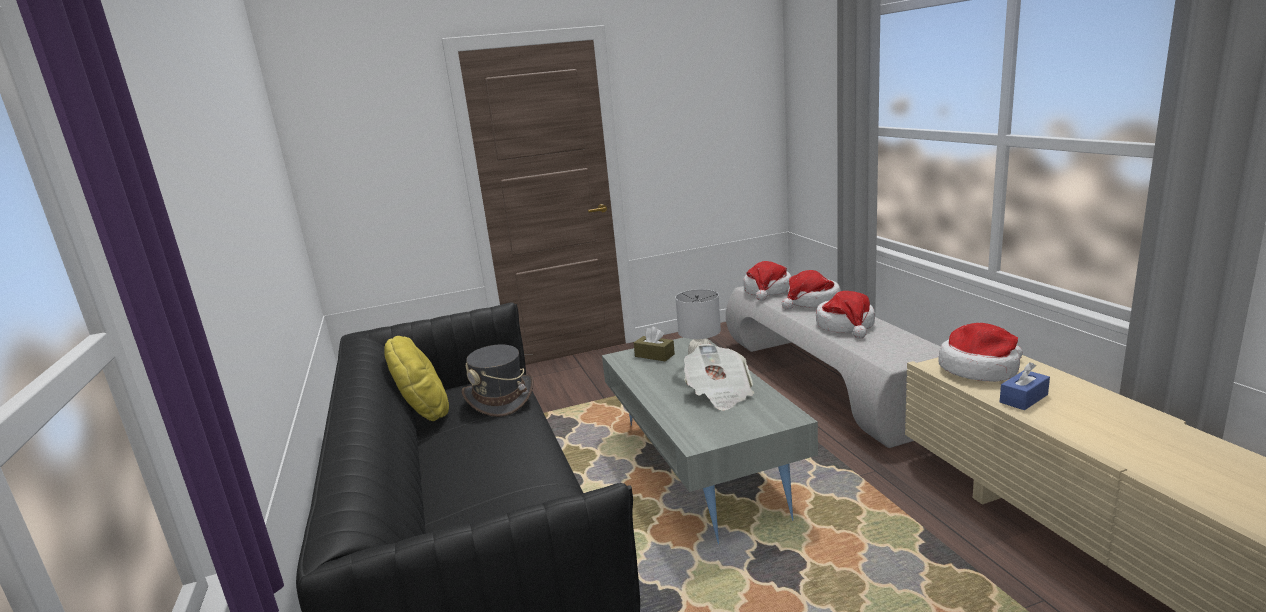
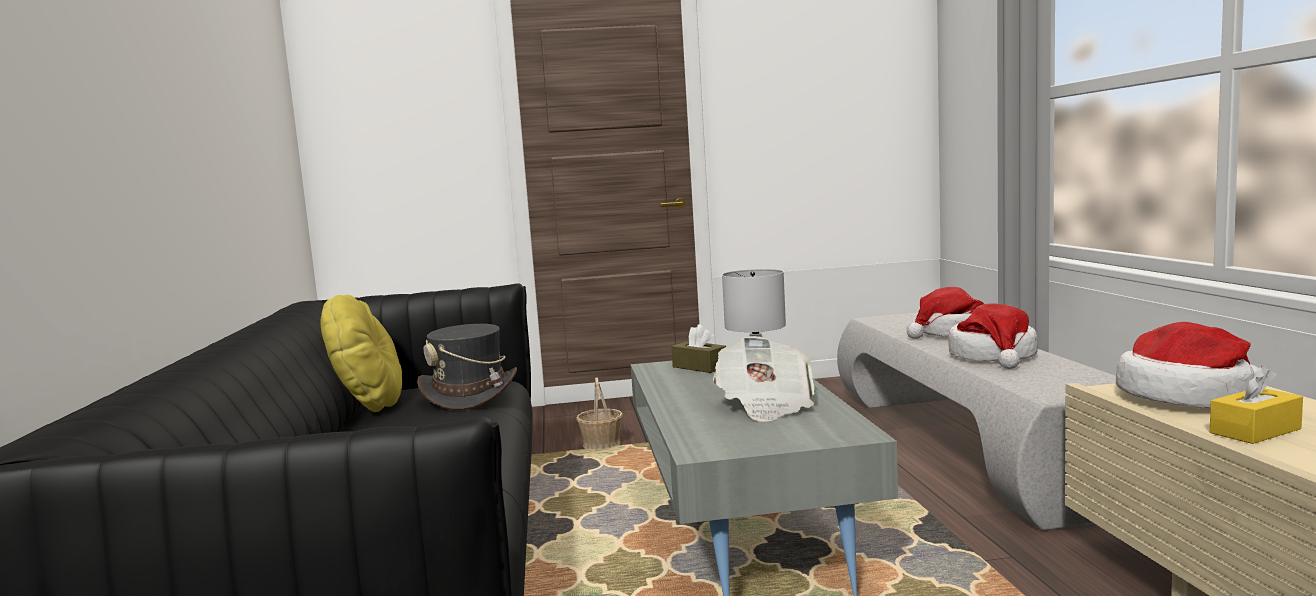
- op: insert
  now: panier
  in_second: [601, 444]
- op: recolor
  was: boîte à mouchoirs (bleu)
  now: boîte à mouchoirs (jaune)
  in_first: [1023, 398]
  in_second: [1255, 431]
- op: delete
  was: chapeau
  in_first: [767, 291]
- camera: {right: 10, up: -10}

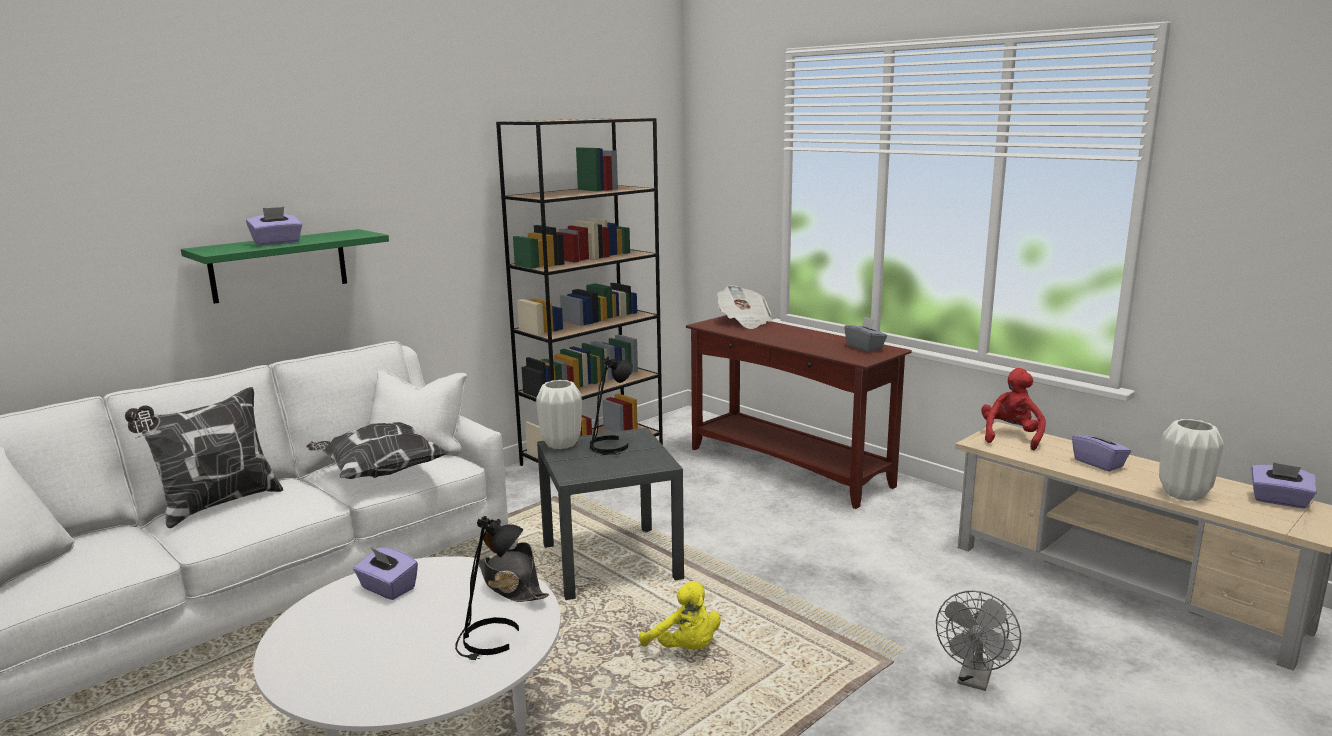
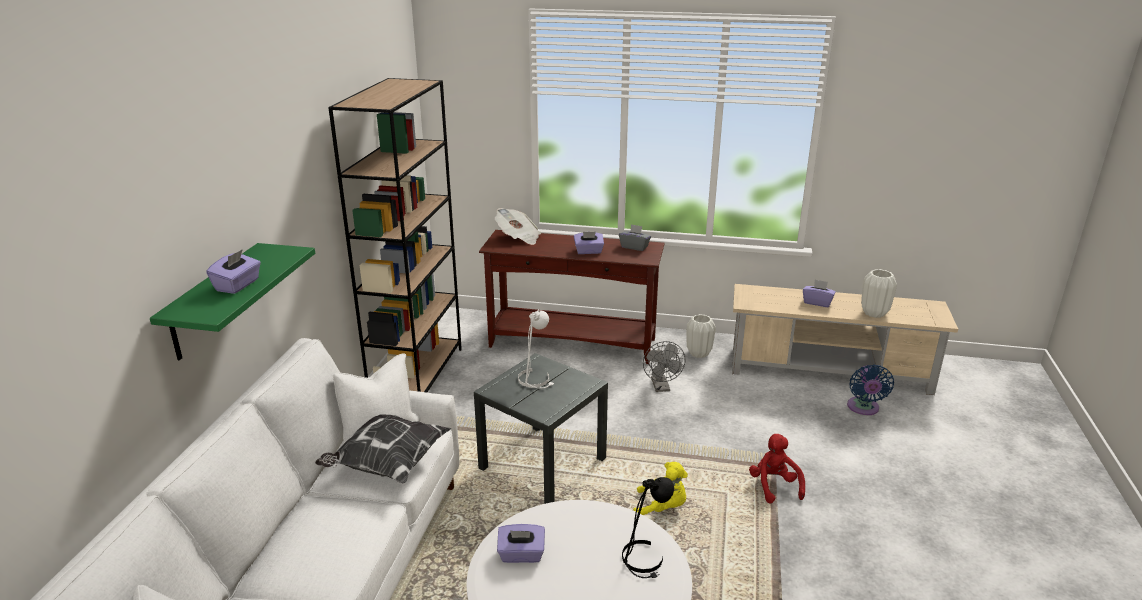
- op: recolor
  was: lampe de table (noir)
  now: lampe de table (blanc)
  in_first: [610, 447]
  in_second: [536, 379]
- op: move
  was: boîte à mouchoirs (violet)
  in_first: [1279, 501]
  in_second: [588, 251]
- op: move
  was: ventilateur (gris)
  in_first: [974, 680]
  in_second: [661, 387]
- op: move
  was: vase (blanc)
  in_first: [562, 444]
  in_second: [699, 353]
- op: move
  was: peluche (rouge)
  in_first: [1011, 437]
  in_second: [774, 486]
- op: insert
  now: ventilateur (bleu)
  in_second: [863, 408]
- op: delete
  was: coussin
  in_first: [217, 505]
- op: delete
  was: chapeau (noir)
  in_first: [511, 585]
- camera: {right: -35, up: 10}

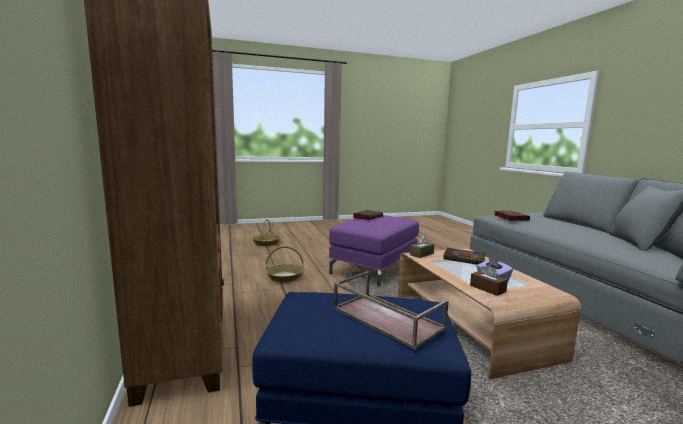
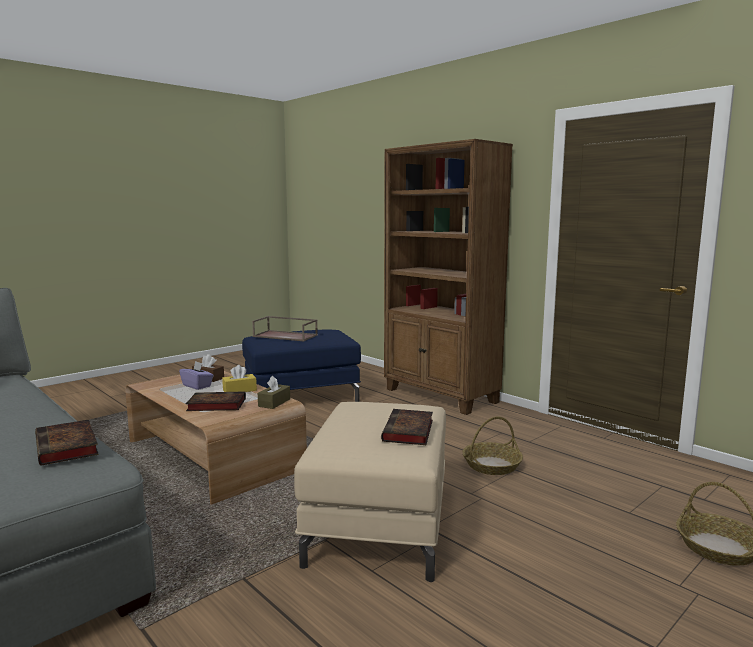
- op: insert
  now: boîte à mouchoirs (jaune)
  in_second: [239, 390]
- op: recolor
  was: pouf (violet)
  now: pouf (beige)
  in_first: [374, 268]
  in_second: [380, 523]
- camera: {right: 155, up: 0}

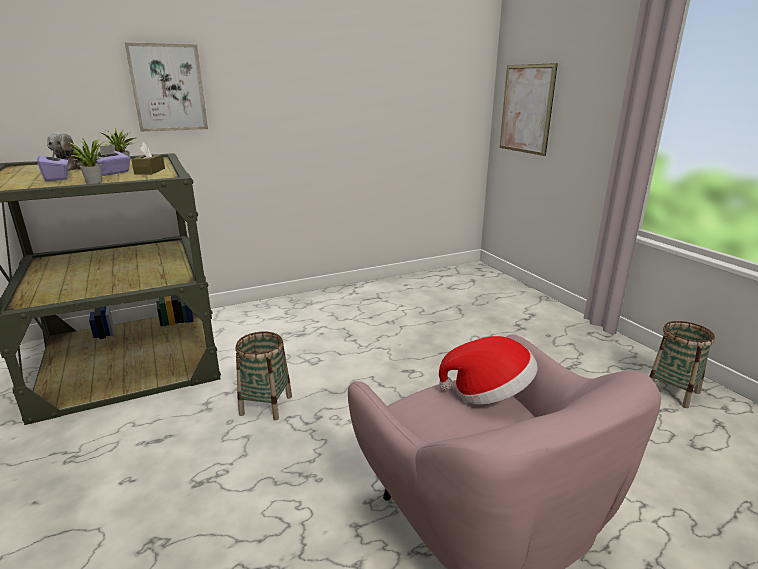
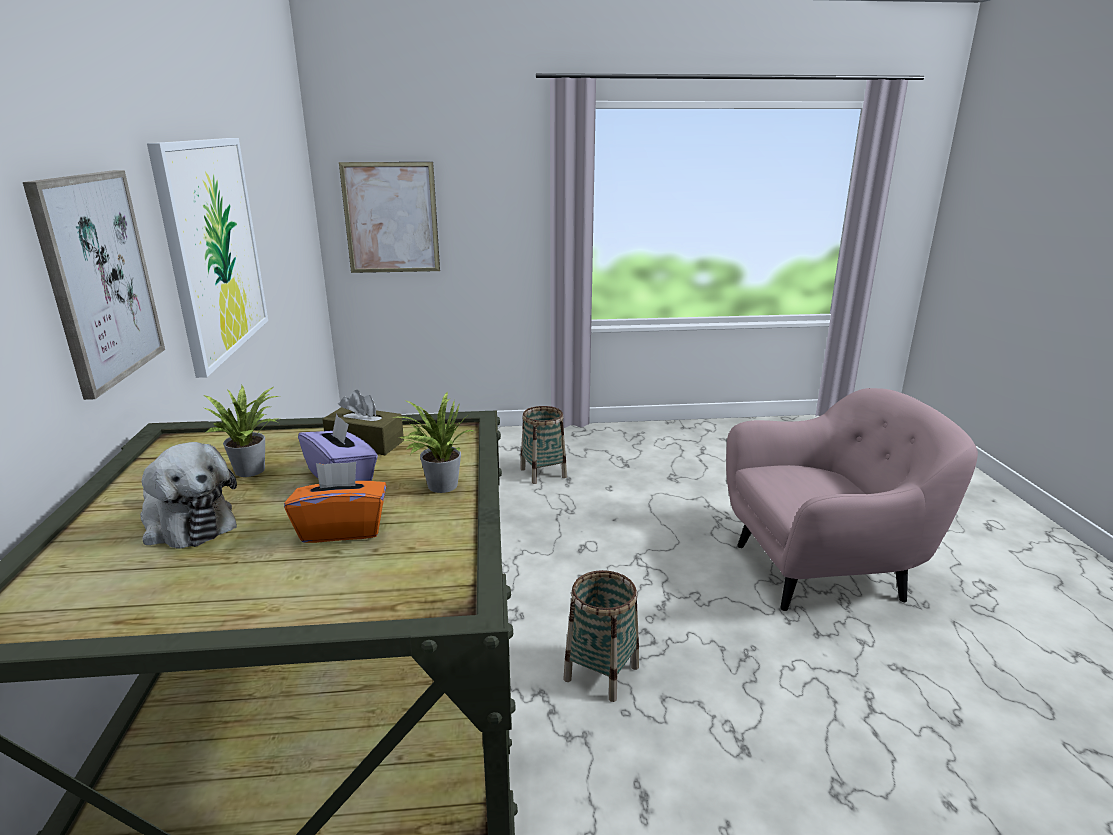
- op: insert
  now: tableau
  in_second: [213, 248]
- op: recolor
  was: boîte à mouchoirs (violet)
  now: boîte à mouchoirs (orange)
  in_first: [57, 178]
  in_second: [342, 529]
- op: move
  was: panier
  in_first: [672, 392]
  in_second: [543, 473]
- op: delete
  was: chapeau
  in_first: [488, 393]
- camera: {right: -70, up: 0}

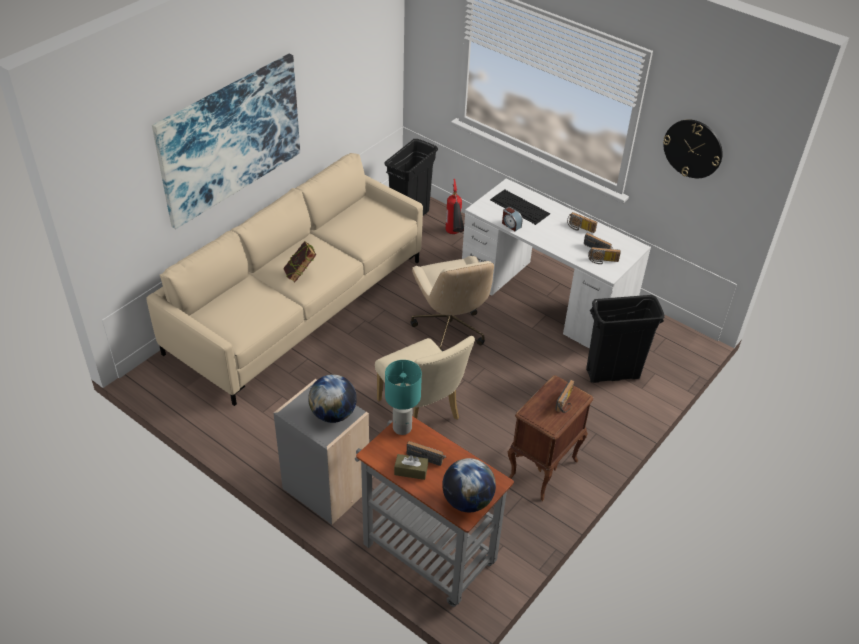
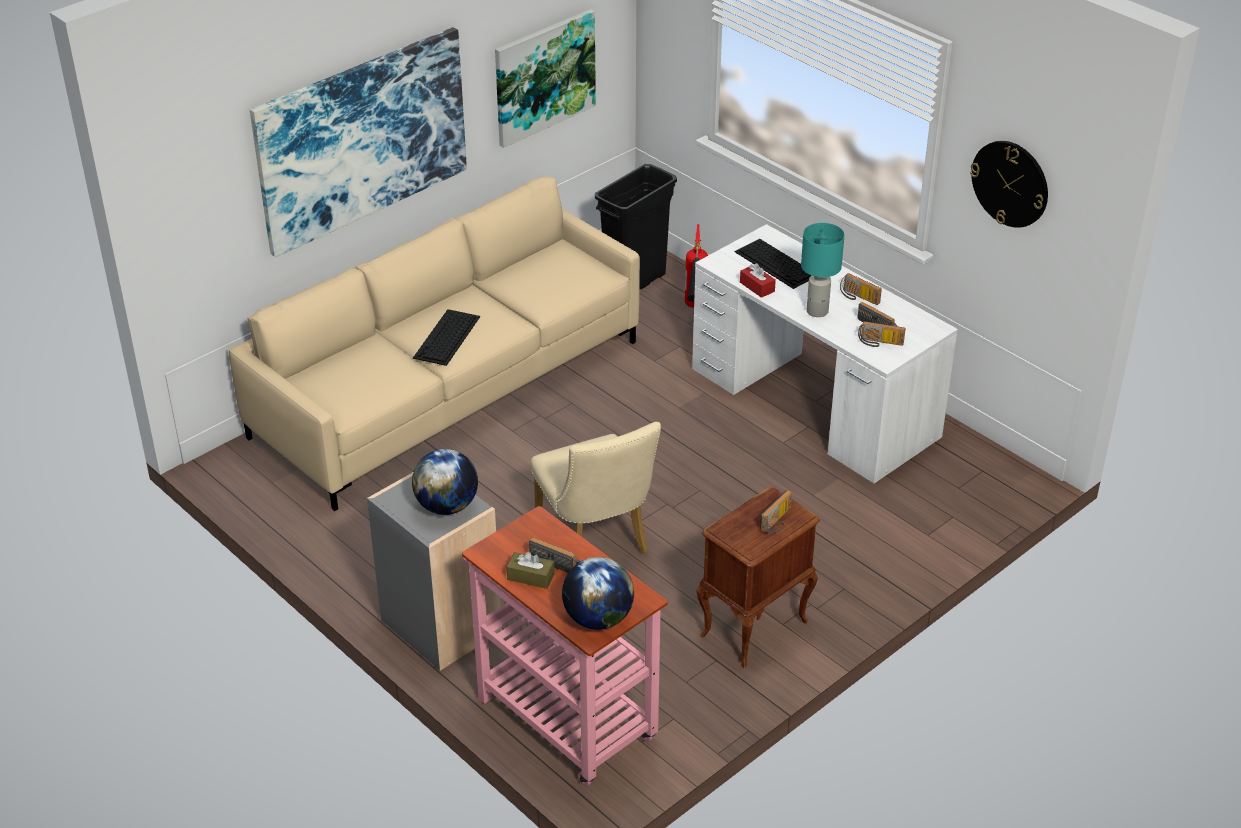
- op: replace
  was: livre
  now: clavier
  in_first: [300, 275]
  in_second: [447, 337]
- op: recolor
  was: chariot (gris)
  now: chariot (rose)
  in_first: [426, 553]
  in_second: [564, 718]
- op: insert
  now: tableau
  in_second: [544, 77]
- op: replace
  was: réveil
  now: boîte à mouchoirs (rouge)
  in_first: [511, 225]
  in_second: [757, 287]
- op: move
  was: lampe de table (turquoise)
  in_first: [402, 427]
  in_second: [817, 311]
- op: delete
  was: chaise de bureau (beige)
  in_first: [449, 332]
- op: delete
  was: poubelle (noir)
  in_first: [612, 374]
- camera: {right: 10, up: -5}

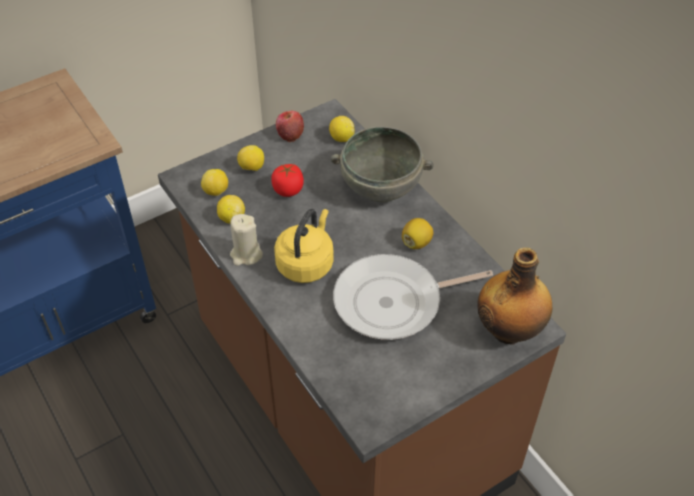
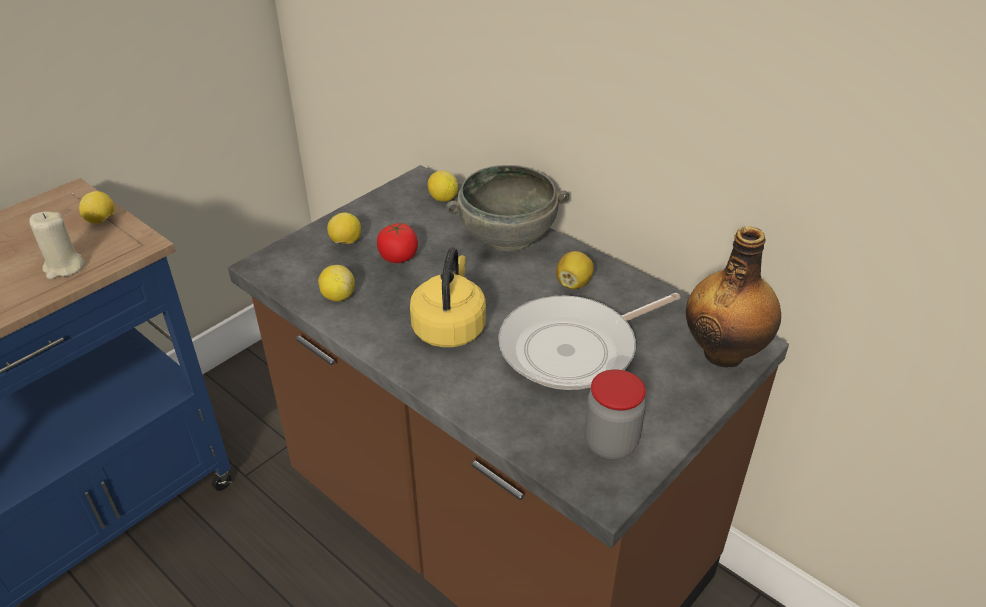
- op: move
  was: bougie (beige)
  in_first: [246, 254]
  in_second: [64, 267]
- op: move
  was: citron
  in_first: [216, 192]
  in_second: [102, 221]
- op: insert
  now: bocal
  in_second: [610, 443]
- op: delete
  was: pomme
  in_first: [290, 134]
- camera: {right: -15, up: -10}

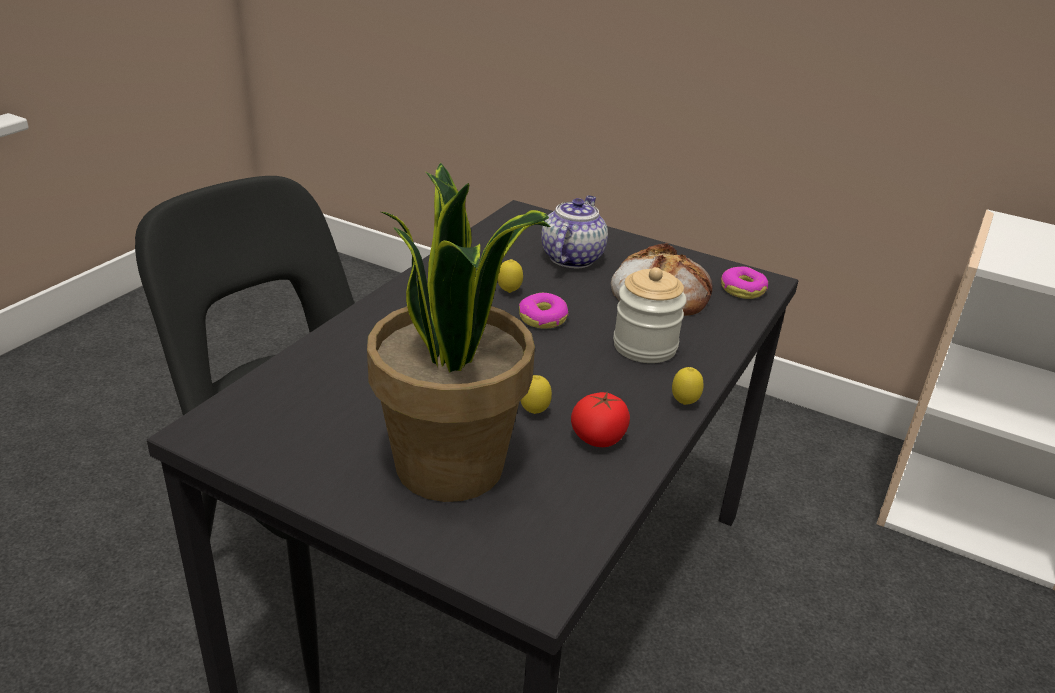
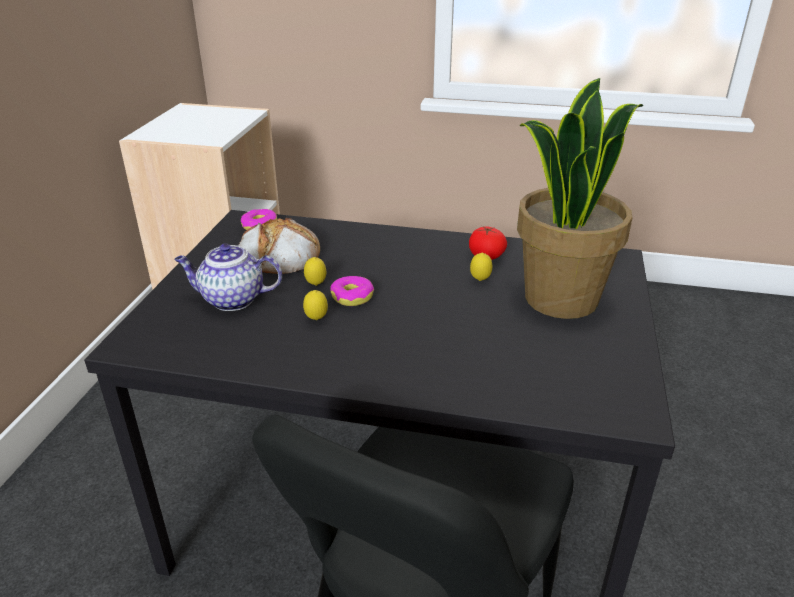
- op: move
  was: citron
  in_first: [684, 404]
  in_second: [316, 285]
- op: delete
  was: bocal
  in_first: [644, 346]
- camera: {right: -105, up: 0}

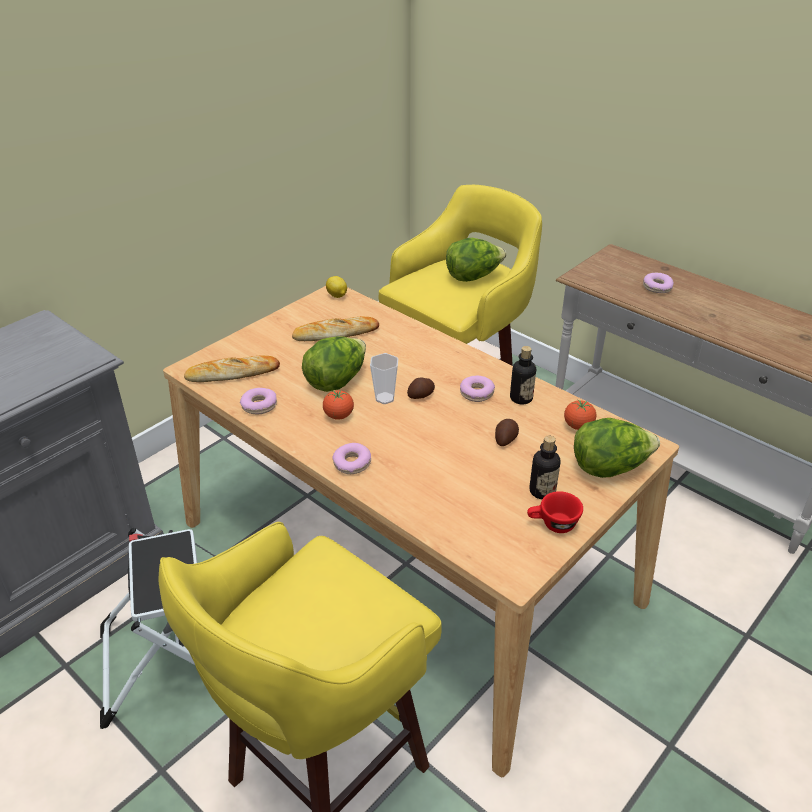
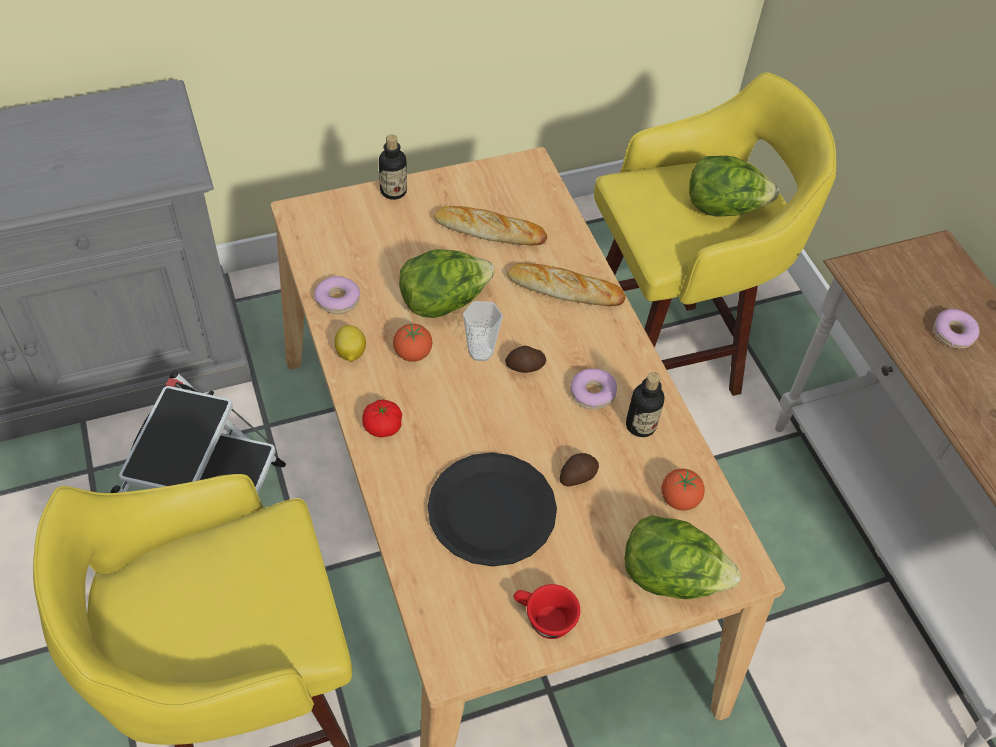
- op: move
  was: citron
  in_first: [337, 296]
  in_second: [350, 353]
- op: replace
  was: beignet
  now: tomate
  in_first: [352, 463]
  in_second: [383, 426]
- op: move
  was: bouteille
  in_first: [542, 491]
  in_second: [393, 191]
- op: insert
  now: assiette (noir)
  in_second: [492, 511]
- op: move
  was: pain
  in_first: [232, 374]
  in_second: [565, 289]
- camera: {right: 25, up: 15}

